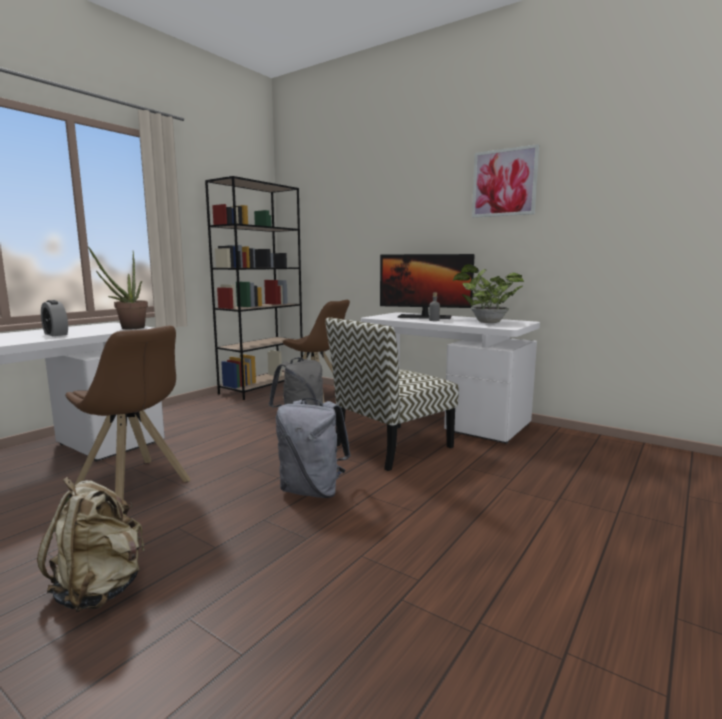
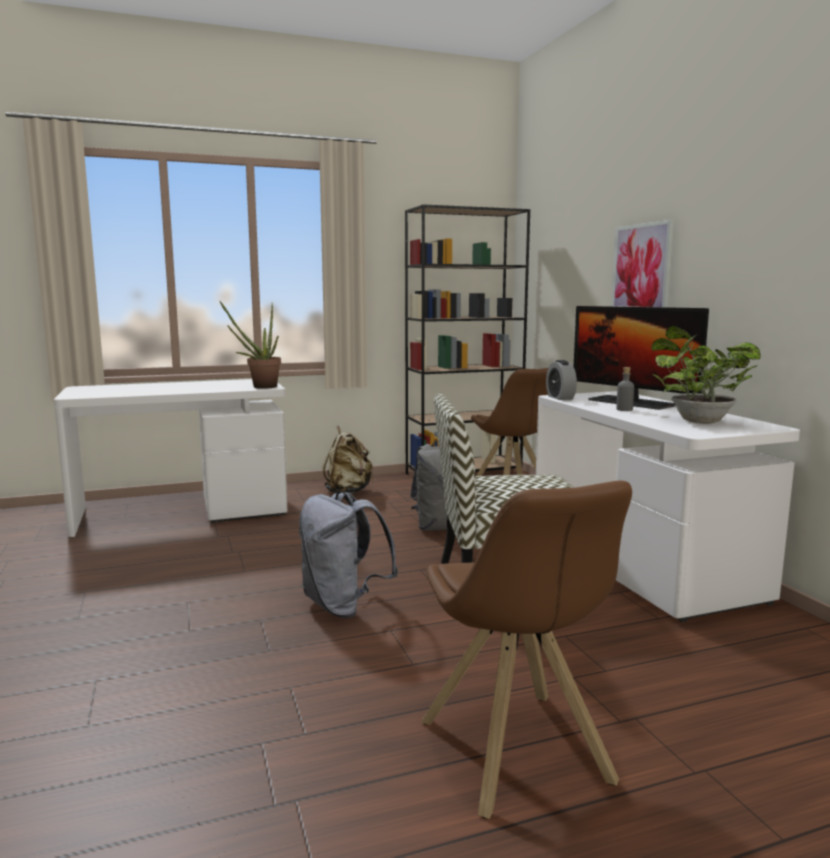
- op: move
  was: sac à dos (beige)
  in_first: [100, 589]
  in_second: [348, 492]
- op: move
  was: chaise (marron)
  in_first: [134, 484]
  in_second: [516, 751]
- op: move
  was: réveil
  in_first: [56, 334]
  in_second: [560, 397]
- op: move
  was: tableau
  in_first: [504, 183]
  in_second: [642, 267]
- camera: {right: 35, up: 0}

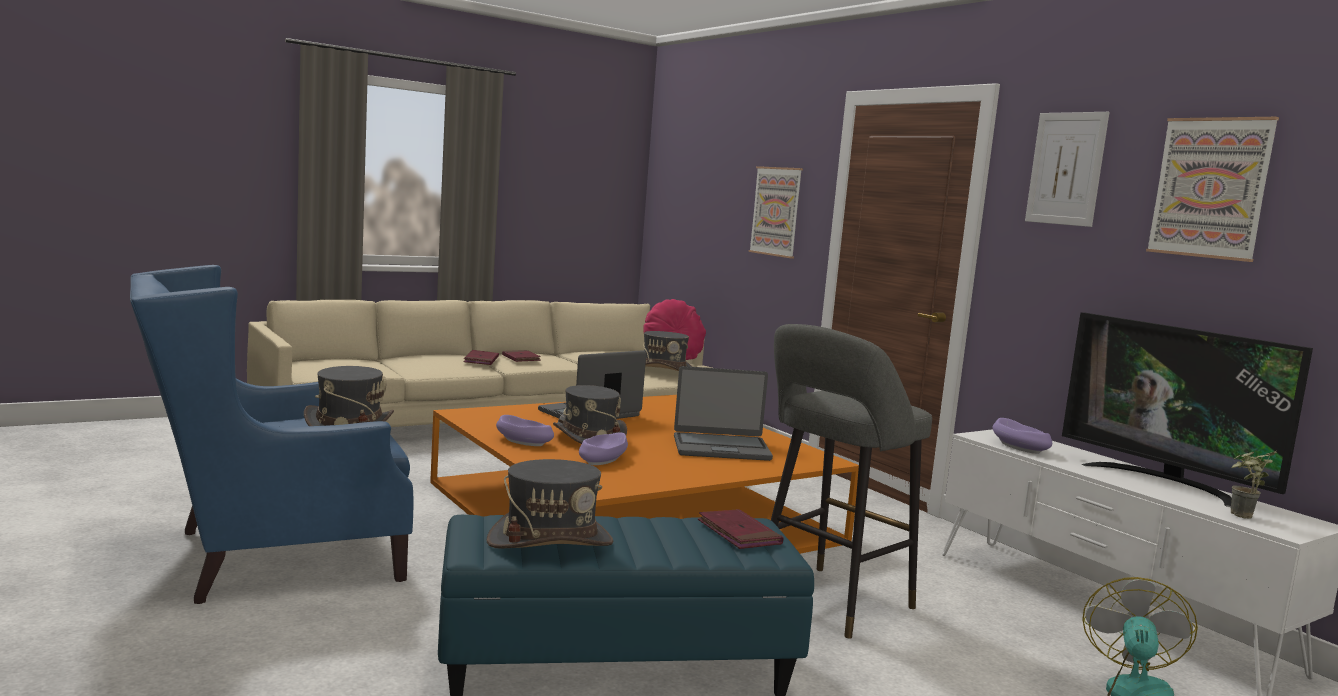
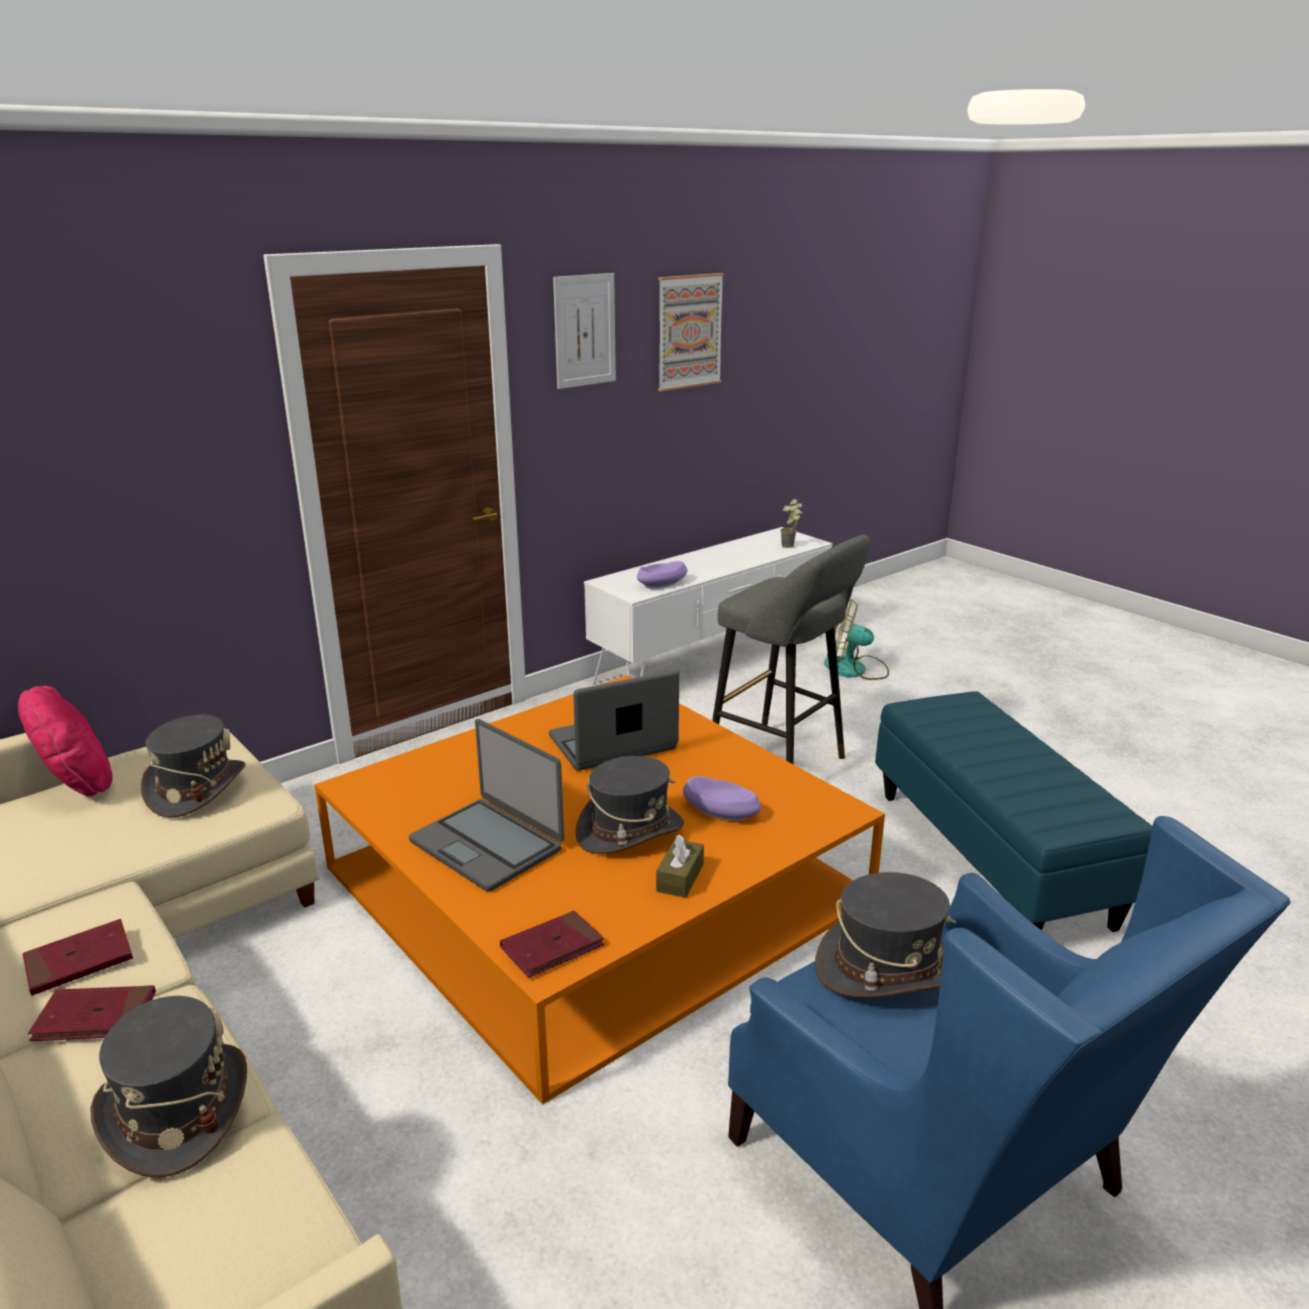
- op: move
  was: chapeau (gris)
  in_first: [550, 541]
  in_second: [176, 1110]
- op: move
  was: livre (rouge)
  in_first: [739, 533]
  in_second: [552, 947]
- op: rotate
  was: ordinateur portable
  in_first: [721, 448]
  in_second: [613, 744]
  clockwise: -105
- op: replace
  was: bol (violet)
  now: boîte à mouchoirs (marron)
  in_first: [523, 442]
  in_second: [680, 878]
- op: delete
  was: tableau
  in_first: [776, 211]
- op: delete
  was: téléviseur
  in_first: [1165, 482]
- camera: {right: -95, up: 15}

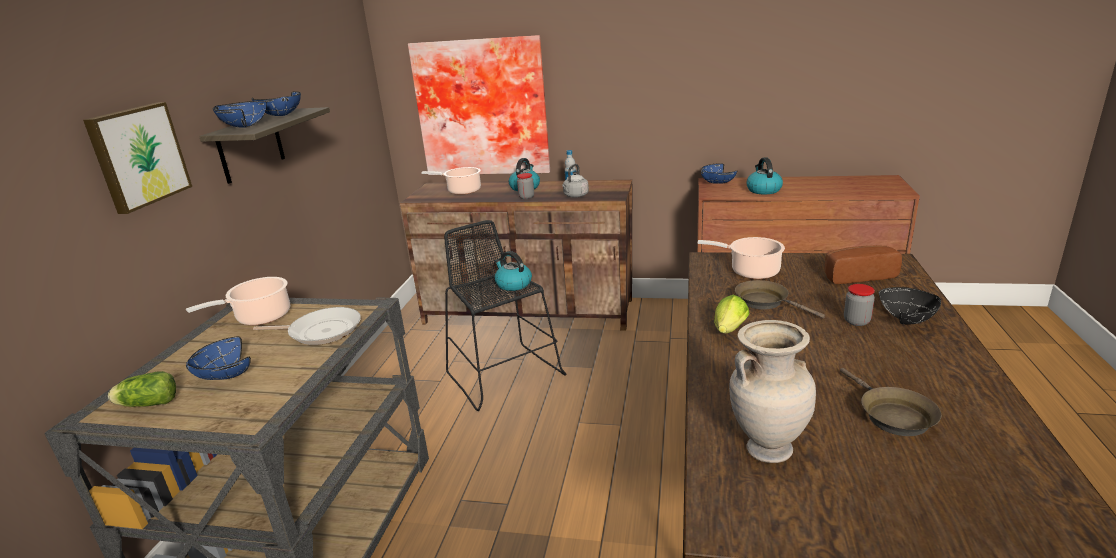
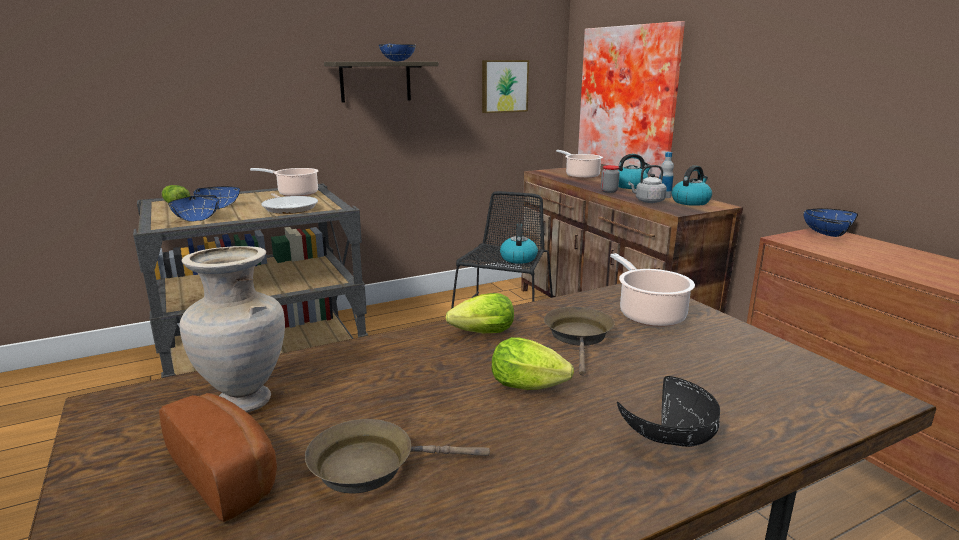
- op: move
  was: pain
  in_first: [857, 275]
  in_second: [228, 472]
- op: move
  was: bol (bleu)
  in_first: [240, 127]
  in_second: [196, 219]
- op: rotate
  was: poêle (marron)
  in_first: [892, 415]
  in_second: [371, 466]
  clockwise: 45
- op: move
  was: tableau
  in_first: [137, 156]
  in_second: [504, 86]
- op: insert
  now: laitue
  in_second: [532, 387]
- op: move
  was: bouilloire
  in_first: [763, 190]
  in_second: [690, 202]
- op: delete
  was: bocal
  in_first: [856, 321]
- camera: {right: 50, up: -5}

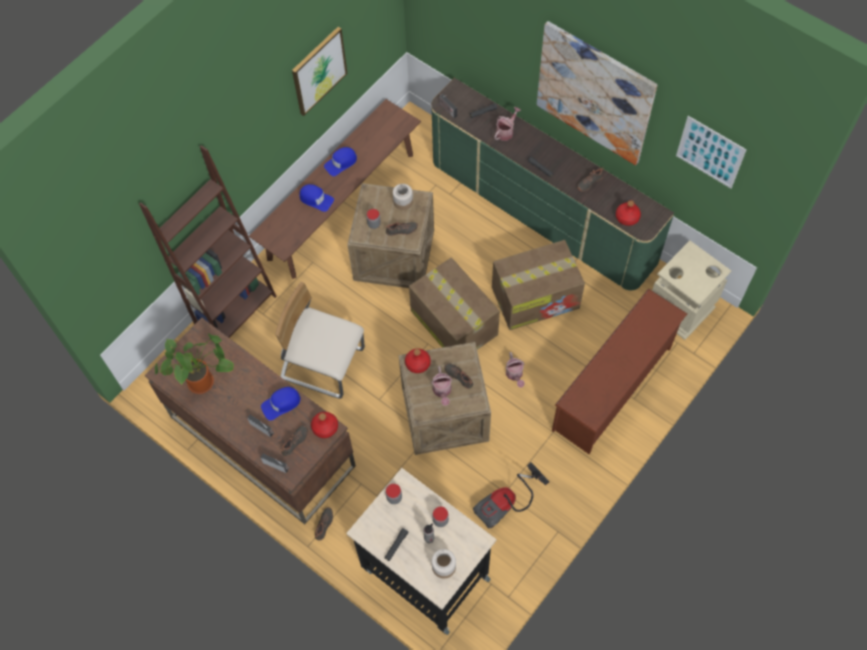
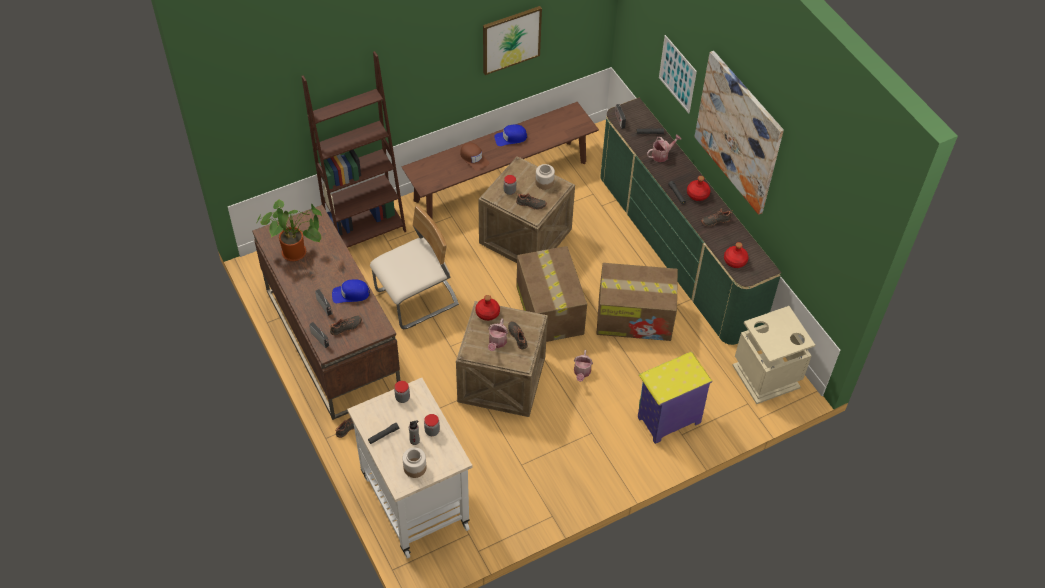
- op: recolor
  was: chariot (noir)
  now: chariot (blanc)
  in_first: [424, 573]
  in_second: [414, 501]
- op: rotate
  was: chaise (beige)
  in_first: [323, 363]
  in_second: [417, 299]
  clockwise: 105
- op: recolor
  was: casquette (bleu)
  now: casquette (marron)
  in_first: [316, 199]
  in_second: [474, 158]
- op: replace
  was: étagère à chaussures (marron)
  now: table de chevet
  in_first: [613, 389]
  in_second: [666, 419]
- op: move
  was: tableau
  in_first: [710, 152]
  in_second: [677, 74]
- op: move
  was: bouteille (rouge)
  in_first: [325, 427]
  in_second: [697, 194]
- op: delete
  was: aspirateur
  in_first: [507, 504]
- camera: {right: 20, up: -10}

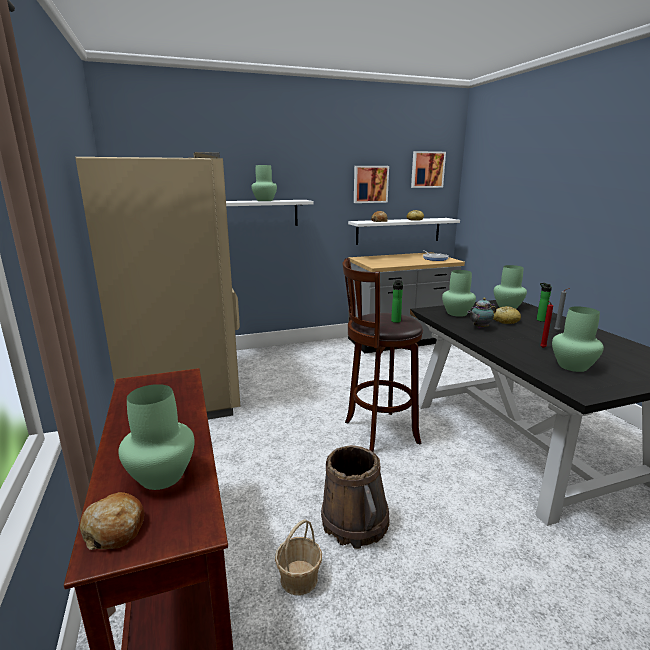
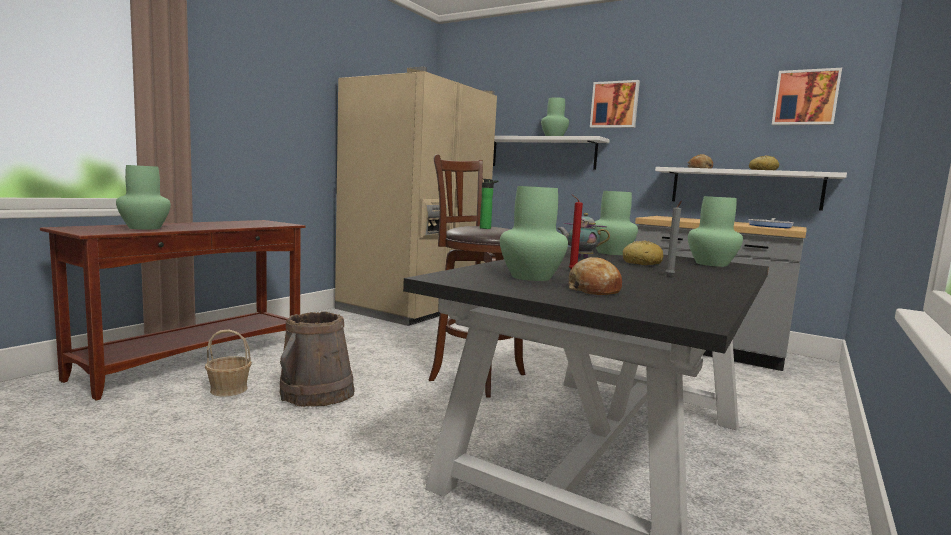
- op: move
  was: pain
  in_first: [115, 529]
  in_second: [594, 290]
- op: move
  was: tableau
  in_first: [370, 184]
  in_second: [615, 105]
- op: delete
  was: bouteille
  in_first: [540, 319]
- camera: {right: 50, up: -10}

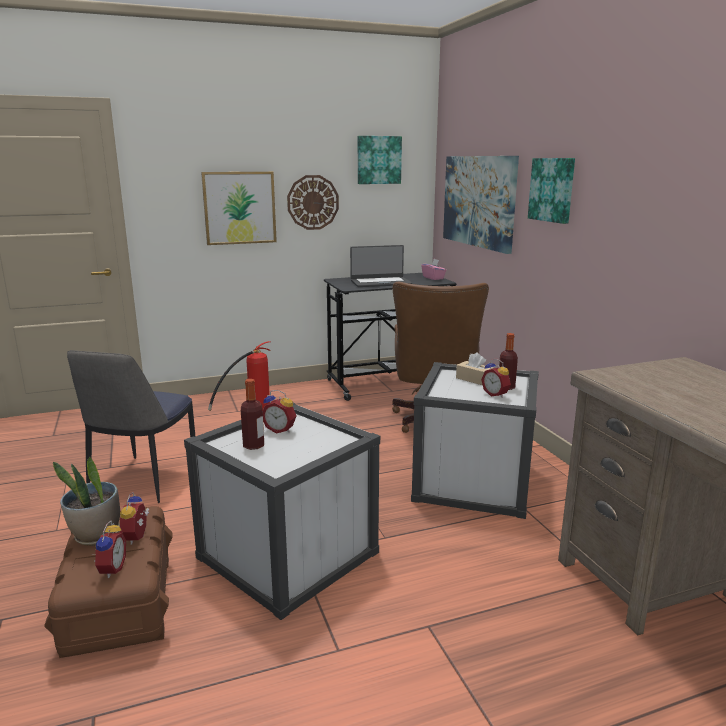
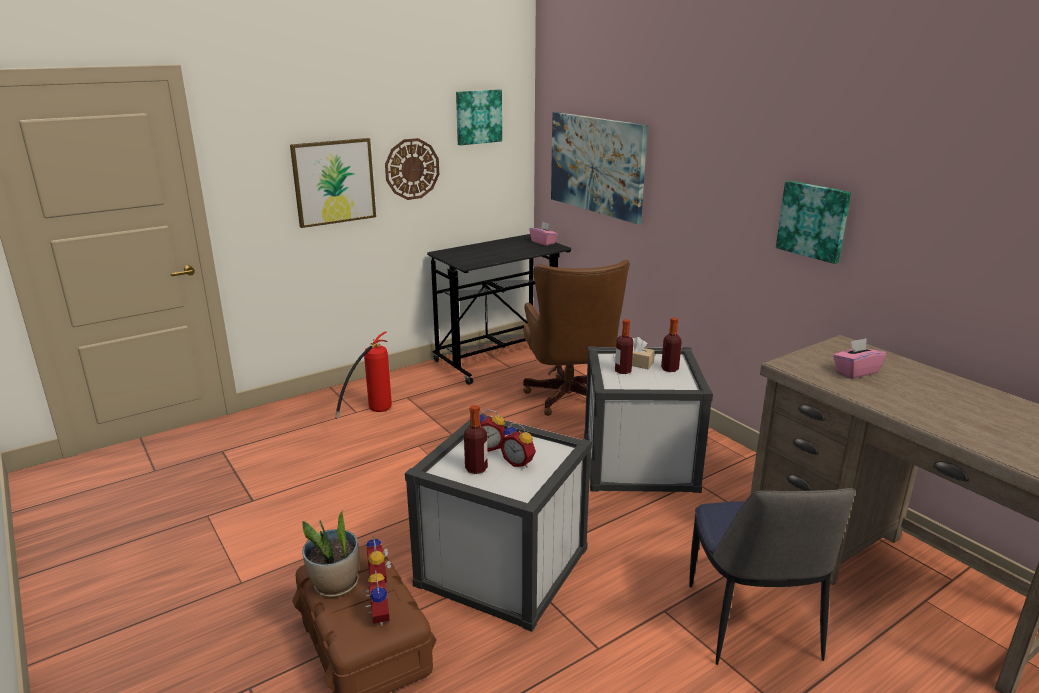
- op: move
  was: réveil
  in_first: [496, 394]
  in_second: [519, 462]
- op: insert
  now: bouteille
  in_second: [623, 371]
- op: move
  was: chaise
  in_first: [142, 480]
  in_second: [752, 625]
- op: move
  was: tableau
  in_first: [552, 190]
  in_second: [813, 220]
- op: insert
  now: boîte à mouchoirs (rose)
  in_second: [855, 372]
- op: delete
  was: ordinateur portable
  in_first: [380, 282]
- camera: {right: -15, up: 5}

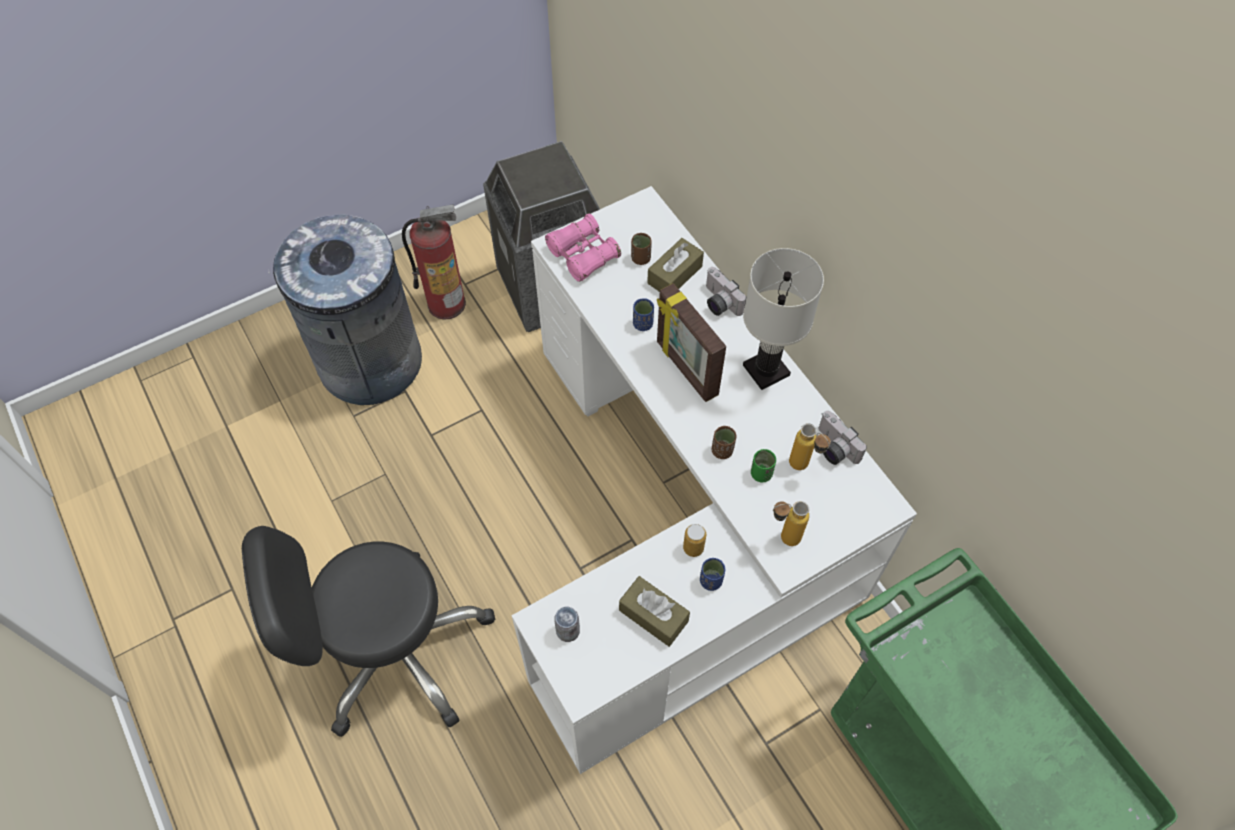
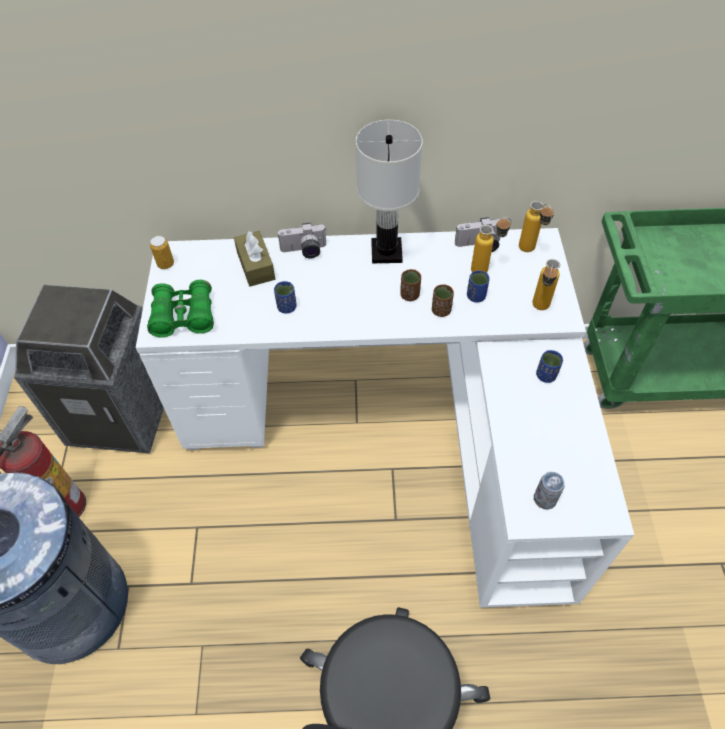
- op: recolor
  was: jumelles (rose)
  now: jumelles (vert)
  in_first: [583, 255]
  in_second: [184, 316]
- op: move
  was: boîte métallique
  in_first: [693, 548]
  in_second: [165, 264]
- op: move
  was: tasse (marron)
  in_first: [640, 258]
  in_second: [410, 295]
- op: recolor
  was: tasse (vert)
  now: tasse (bleu)
  in_first: [761, 473]
  in_second: [476, 296]
- op: insert
  now: bouteille
  in_second: [530, 251]
- op: delete
  was: boîte à mouchoirs (marron)
  in_first: [653, 615]
- op: delete
  was: cadre photo
  in_first: [685, 369]
- camera: {right: -60, up: -5}

